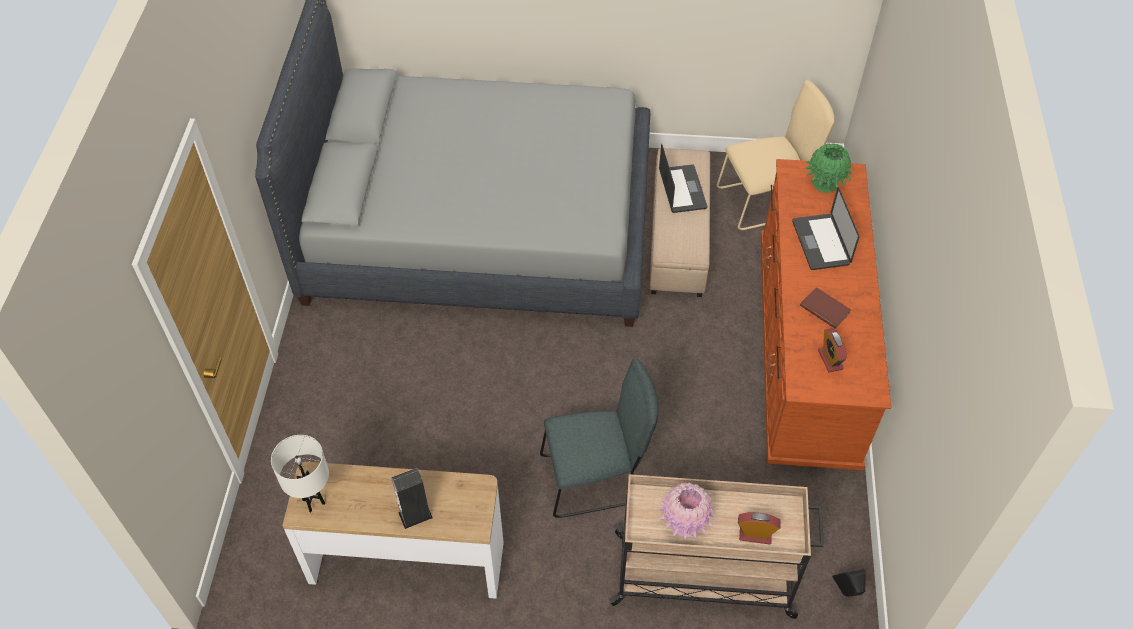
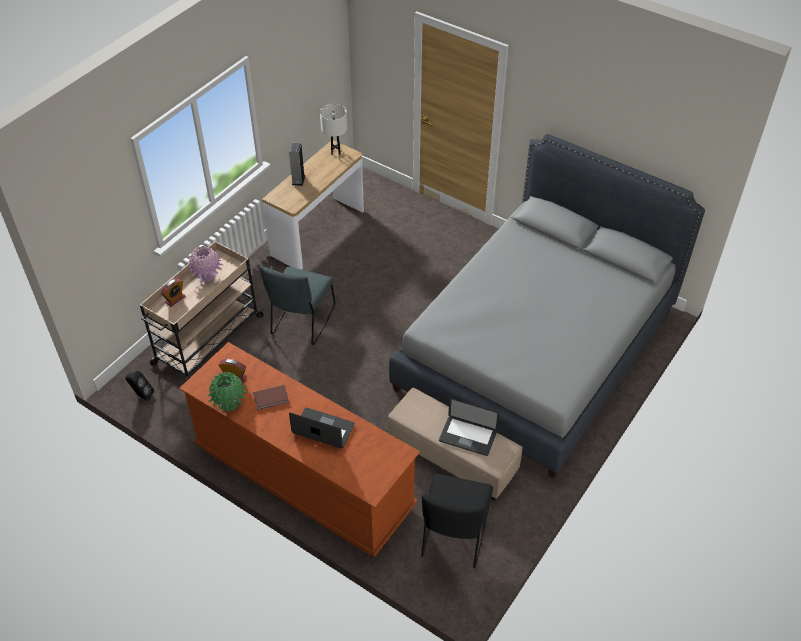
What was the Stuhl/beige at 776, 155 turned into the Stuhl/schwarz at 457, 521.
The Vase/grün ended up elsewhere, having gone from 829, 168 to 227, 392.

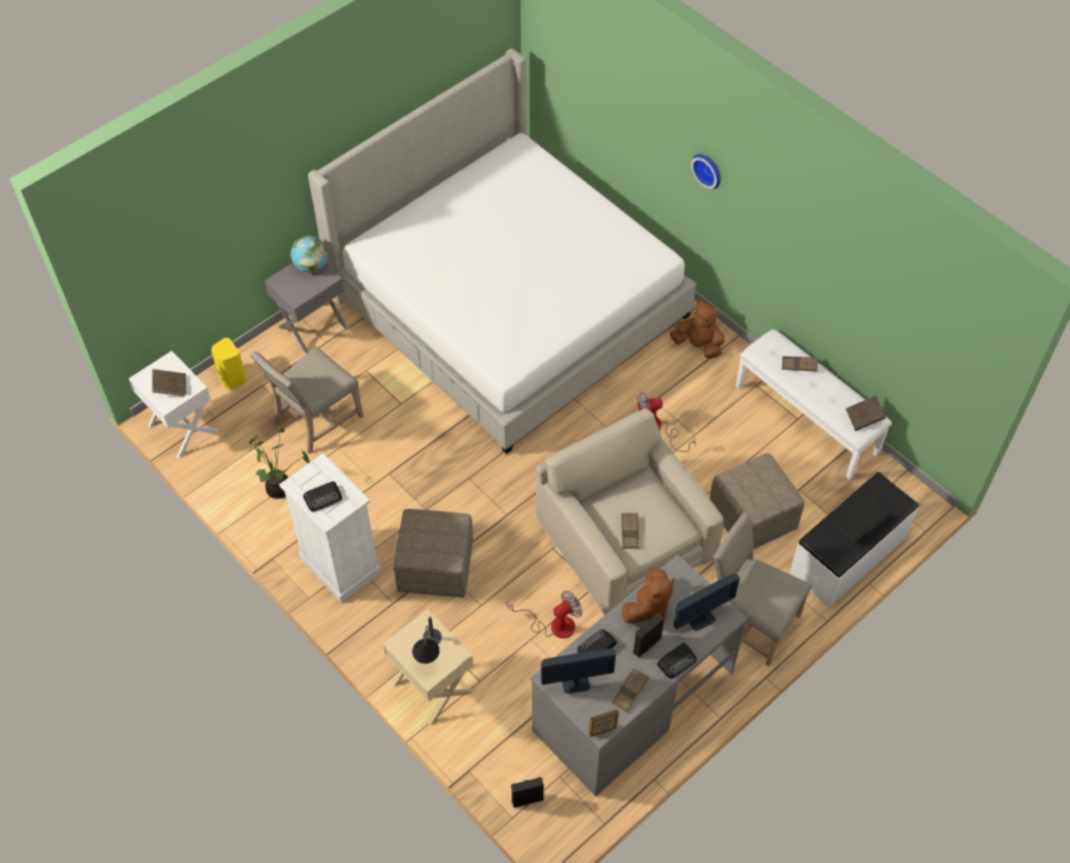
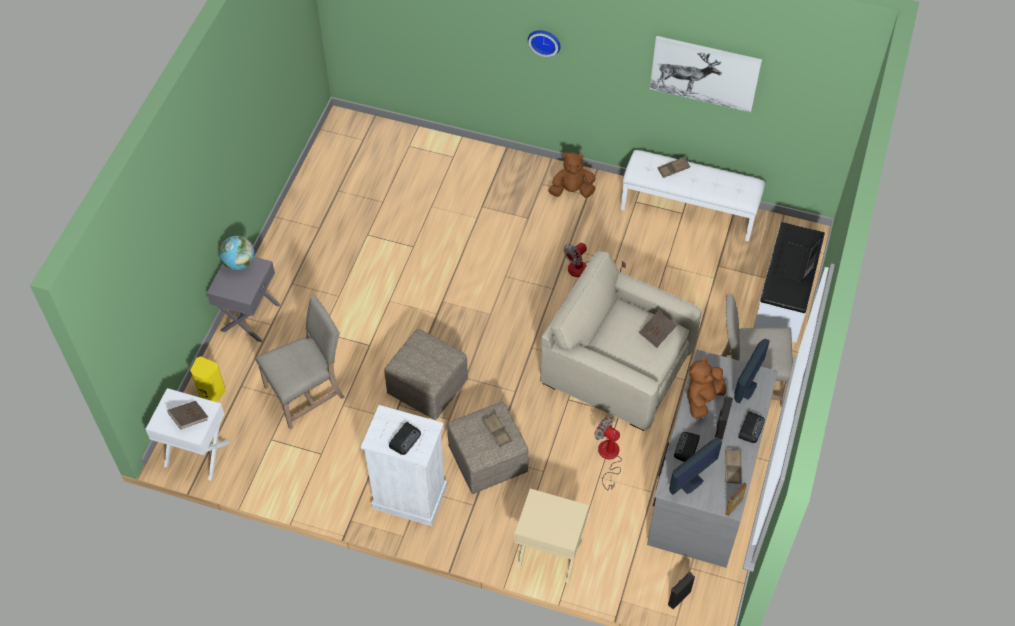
The second view lost the Topfpflanze at 279, 463.
The Stuhl/beige at 306, 400 ended up facing another way, 135 degrees counterclockwise from before.
The second view lost the Bett at 502, 251.
The second view lost the Tischlampe at 427, 640.
The Ventilator at 544, 614 ended up facing another way, 75 degrees counterclockwise from before.
The Tablett/braun ended up elsewhere, having gone from 630, 531 to 497, 430.
The Plüschtier/braun at 648, 595 ended up facing another way, 150 degrees counterclockwise from before.
The Polsterhocker/beige ended up elsewhere, having gone from 757, 501 to 426, 374.
The Buch/braun ended up elsewhere, having gone from 866, 413 to 658, 329.
The second view gained the Bild at 706, 74.

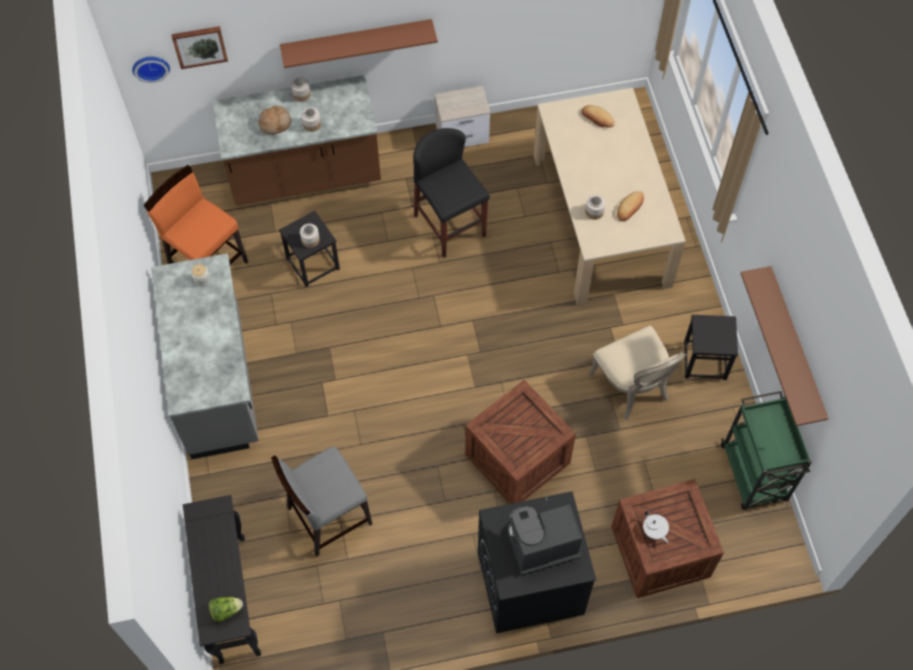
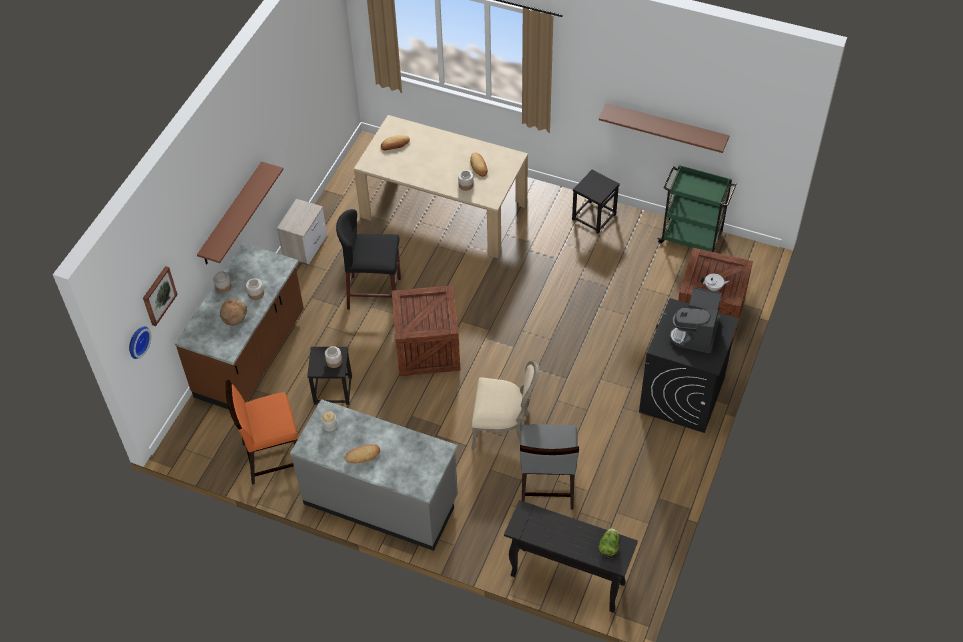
The Kiste ended up elsewhere, having gone from 520, 442 to 426, 330.
The Stuhl/beige ended up elsewhere, having gone from 637, 373 to 505, 405.
The second view gained the Brot at 362, 453.

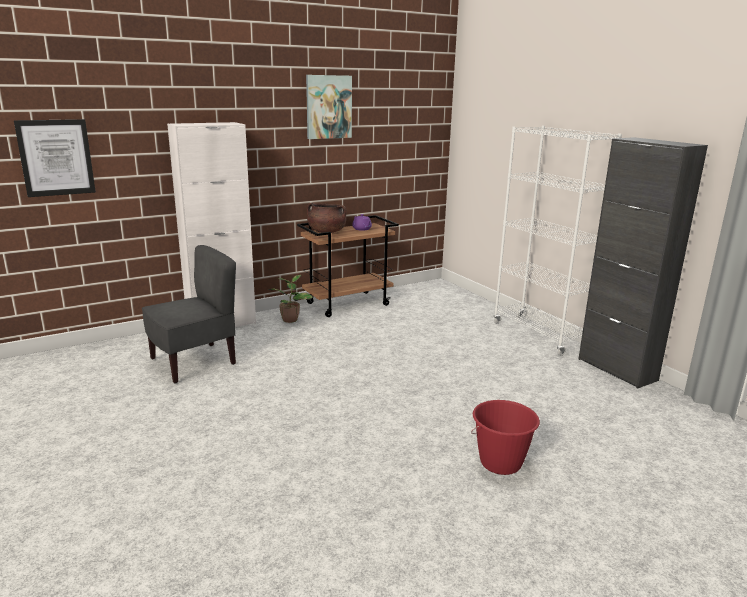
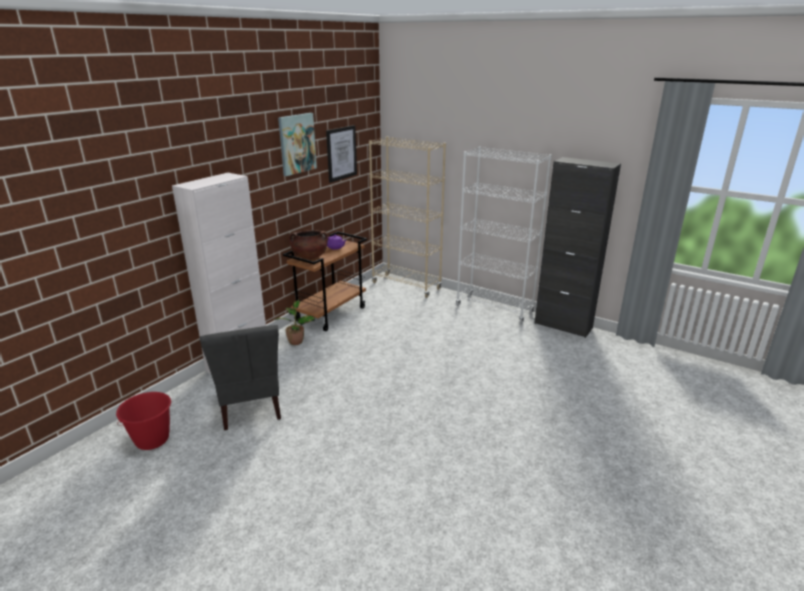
The Bild ended up elsewhere, having gone from 55, 158 to 341, 154.
The Stuhl/grau at 189, 314 ended up facing another way, 135 degrees clockwise from before.
The Eimer/rot ended up elsewhere, having gone from 505, 437 to 143, 421.
The second view gained the Bücherregal/beige at 407, 217.

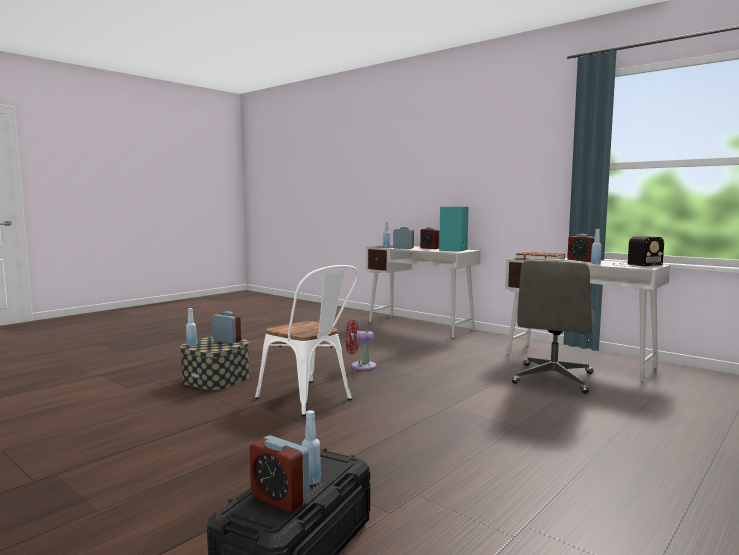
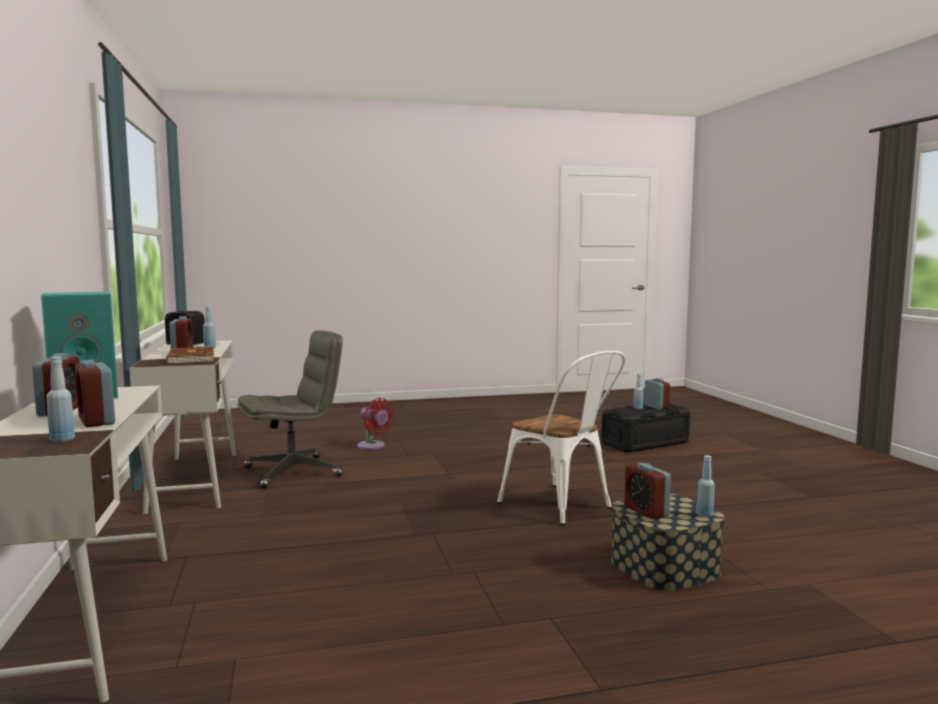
The Stuhl/weiß at 307, 340 ended up facing another way, 150 degrees clockwise from before.
The Ventilator/rot ended up elsewhere, having gone from 361, 345 to 375, 424.

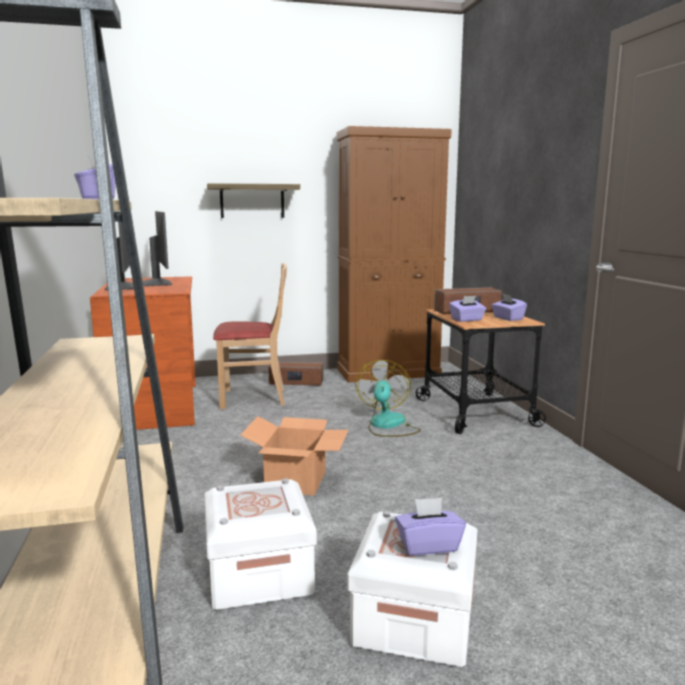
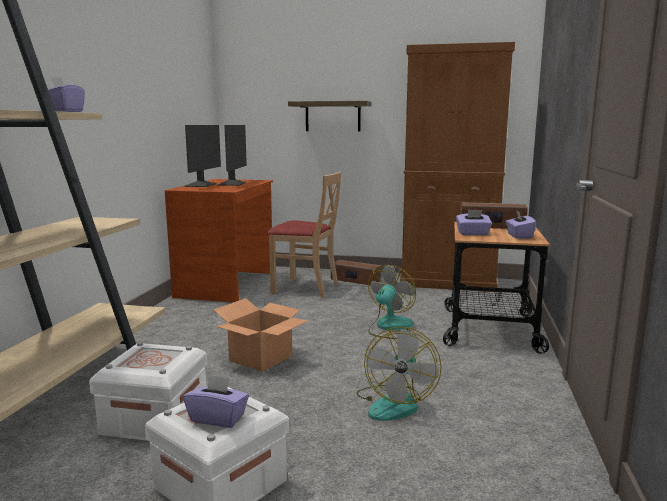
The second view gained the Ventilator at 399, 374.

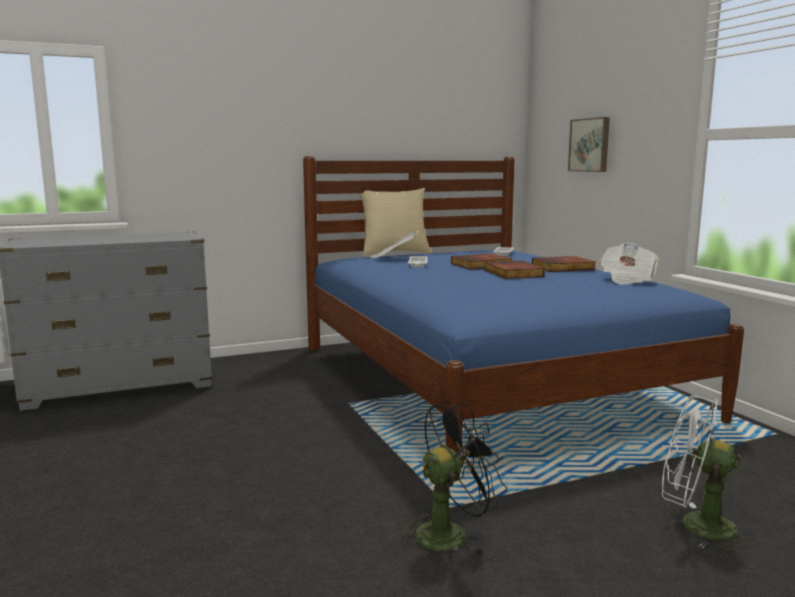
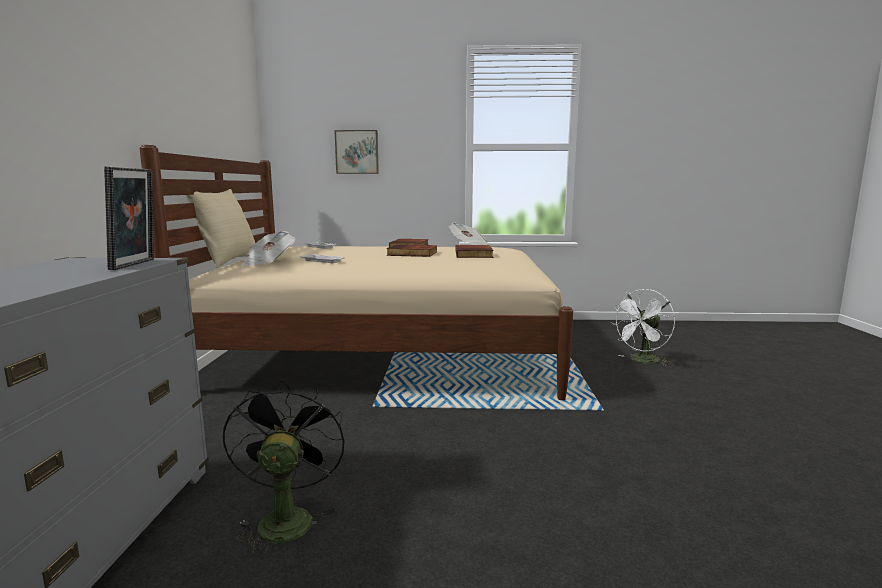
What was the Bett/blau at 523, 305 turned into the Bett/beige at 356, 272.
The Ventilator/schwarz ended up elsewhere, having gone from 452, 478 to 283, 468.
The Buch ended up elsewhere, having gone from 482, 261 to 474, 251.
The second view gained the Bilderrahmen at 129, 218.

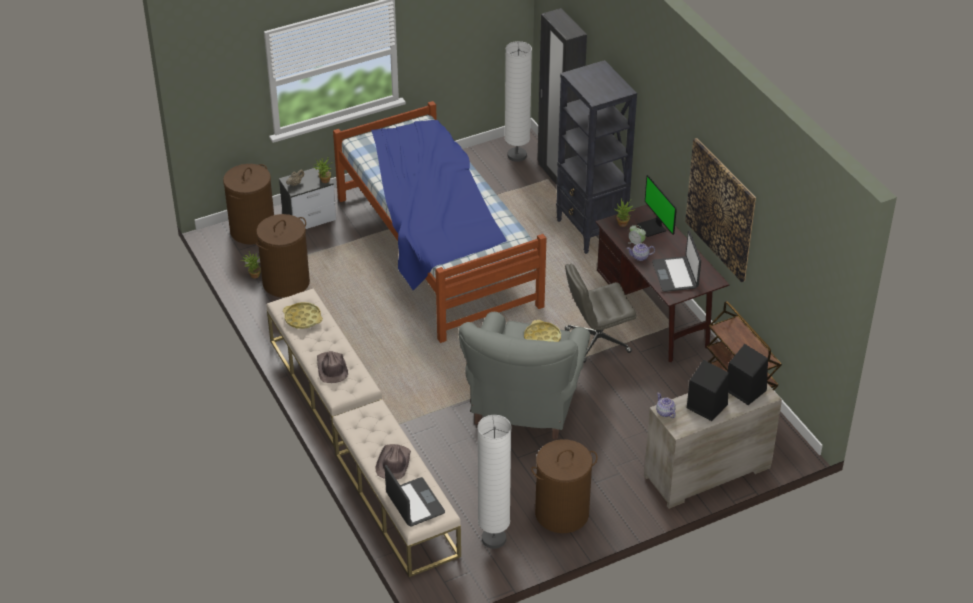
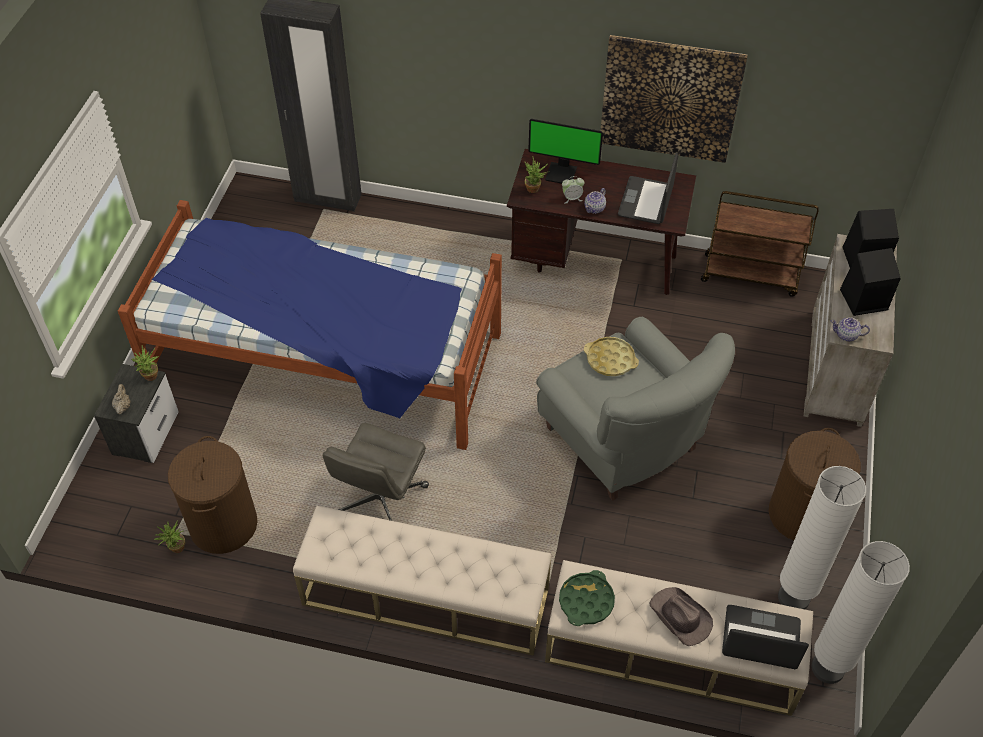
The second view lost the Wäschekorb/braun at 248, 204.
The second view lost the Tablett/gelb at 303, 315.
The second view lost the Hut/braun at 332, 367.
The Stehlampe/weiß ended up elsewhere, having gone from 518, 101 to 860, 612.
The second view lost the Bücherregal/schwarz at 596, 157.
The Bürostuhl/grau ended up elsewhere, having gone from 600, 313 to 376, 472.
The Laptop at 676, 261 ended up facing another way, 75 degrees clockwise from before.
The second view gained the Tablett/grün at 587, 598.

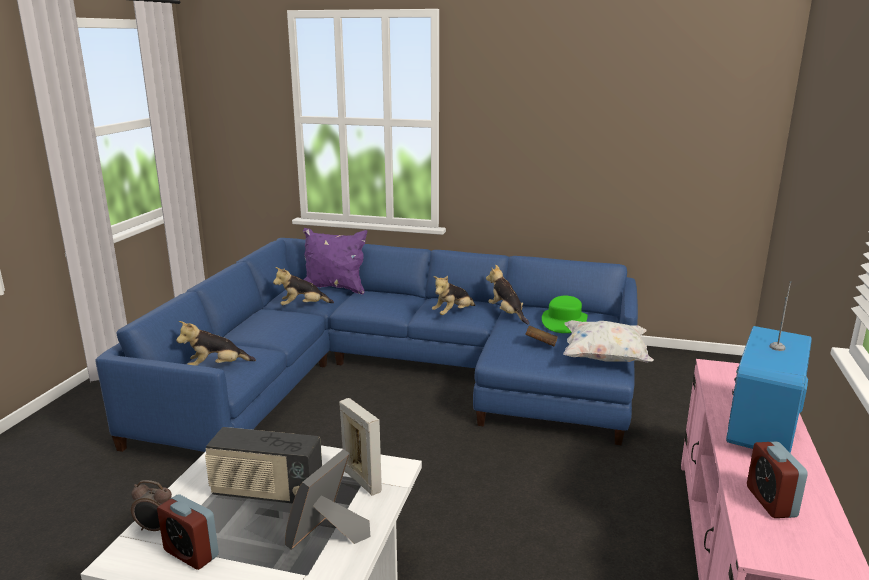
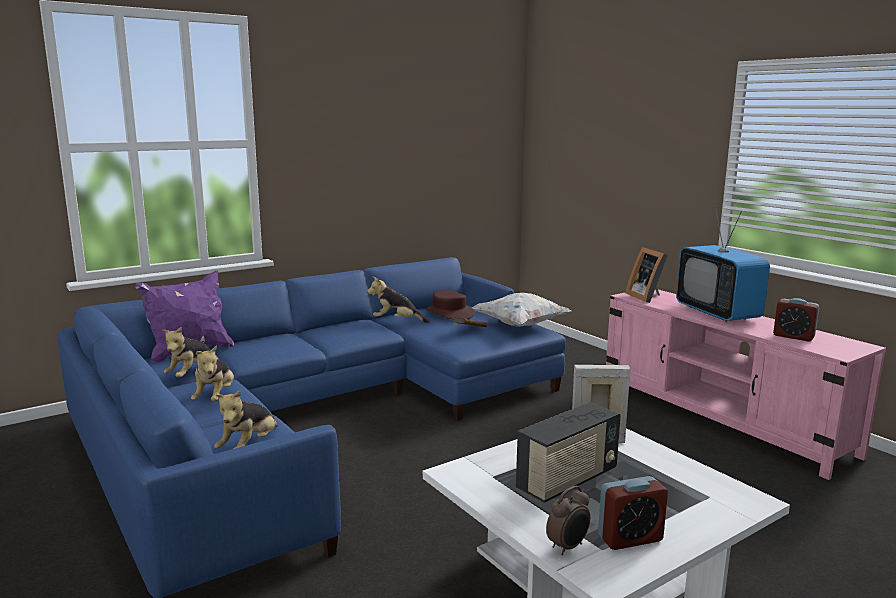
The Bilderrahmen ended up elsewhere, having gone from 327, 499 to 646, 275.
The Plüschtier ended up elsewhere, having gone from 453, 295 to 212, 373.
What was the Hut/grün at 565, 314 turned into the Hut/braun at 450, 305.

